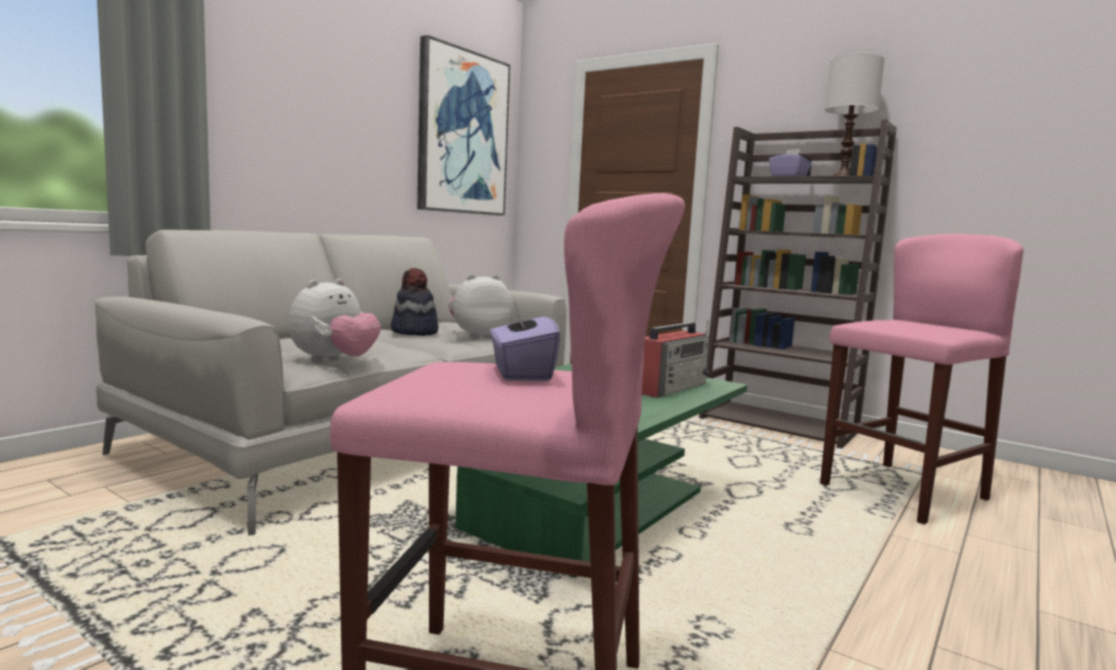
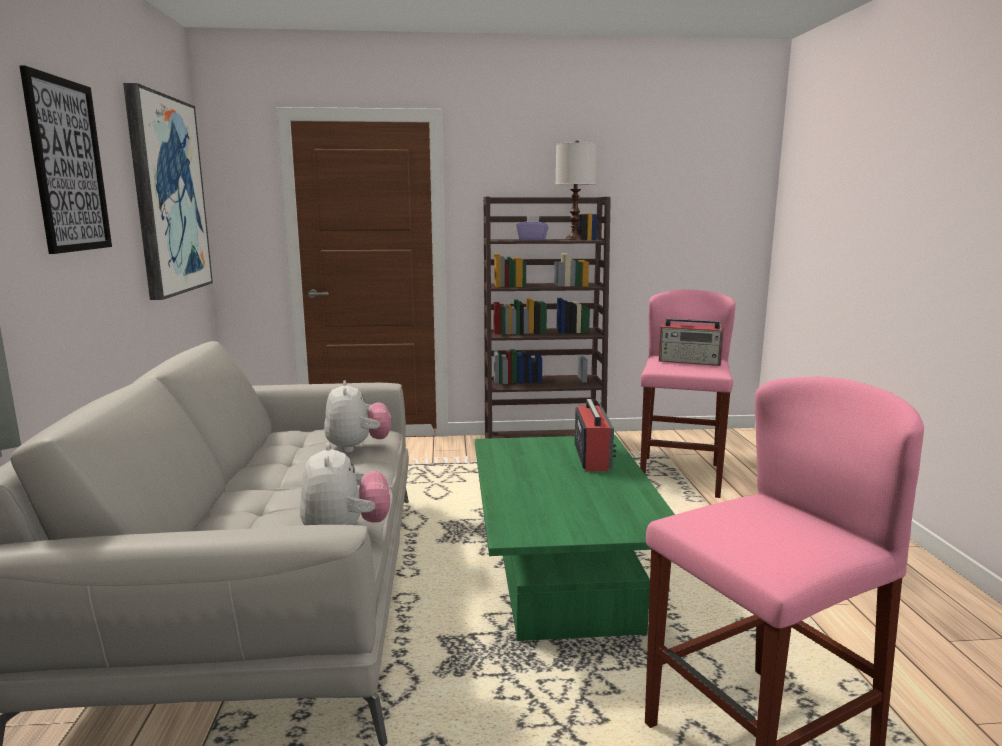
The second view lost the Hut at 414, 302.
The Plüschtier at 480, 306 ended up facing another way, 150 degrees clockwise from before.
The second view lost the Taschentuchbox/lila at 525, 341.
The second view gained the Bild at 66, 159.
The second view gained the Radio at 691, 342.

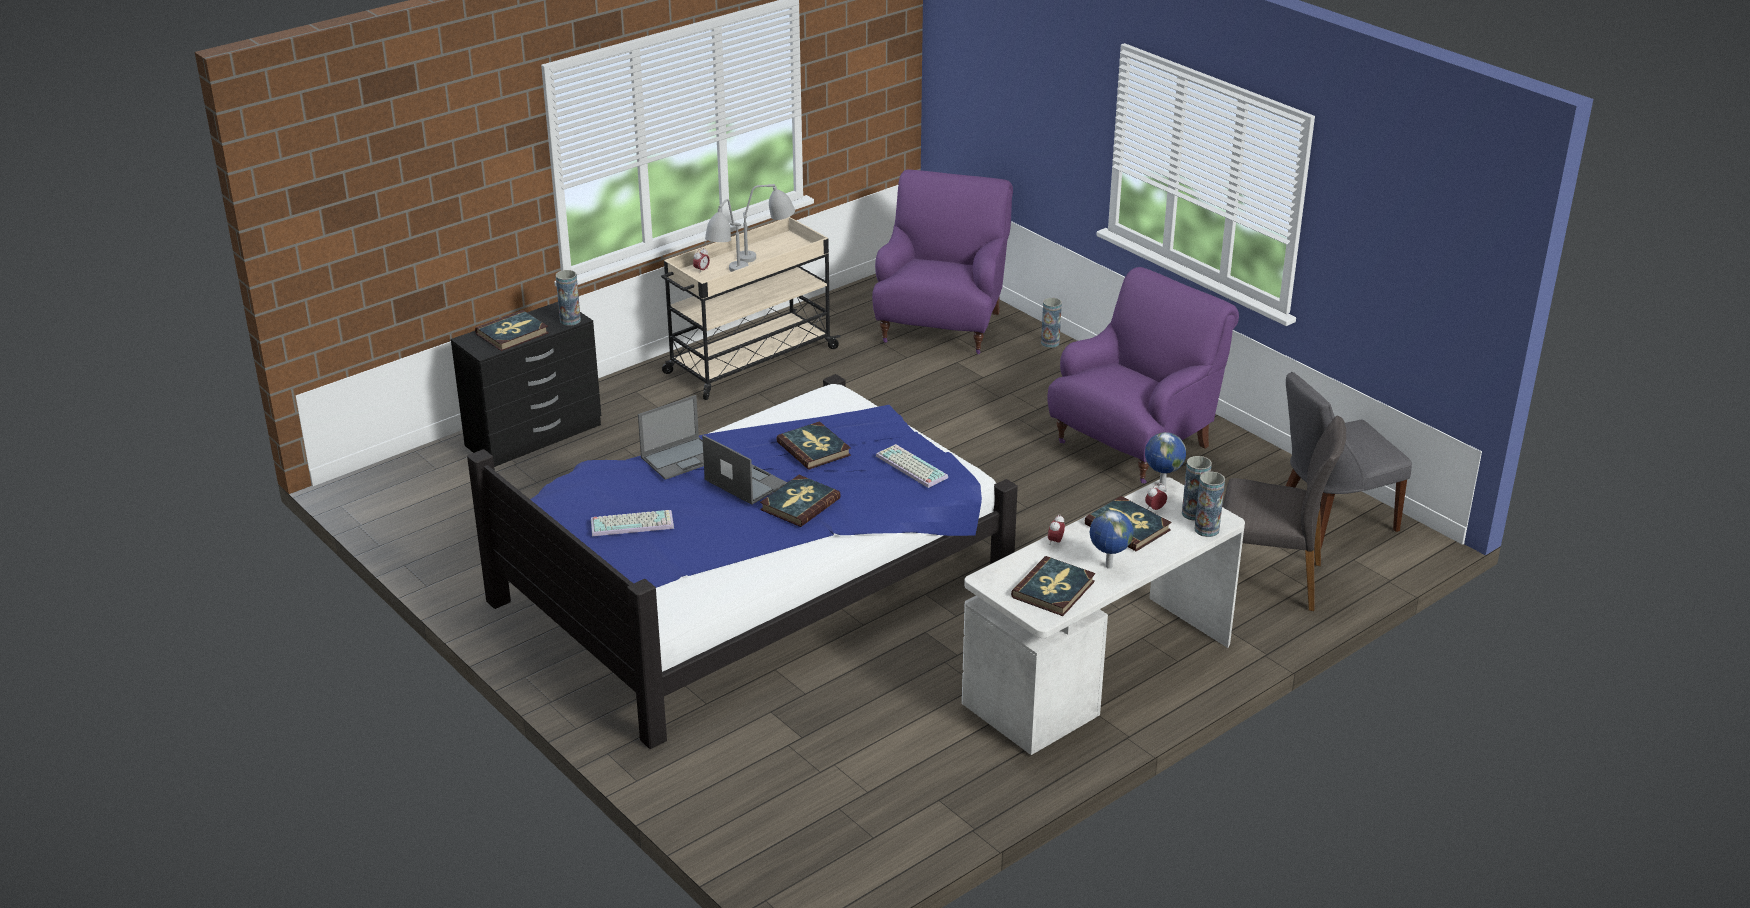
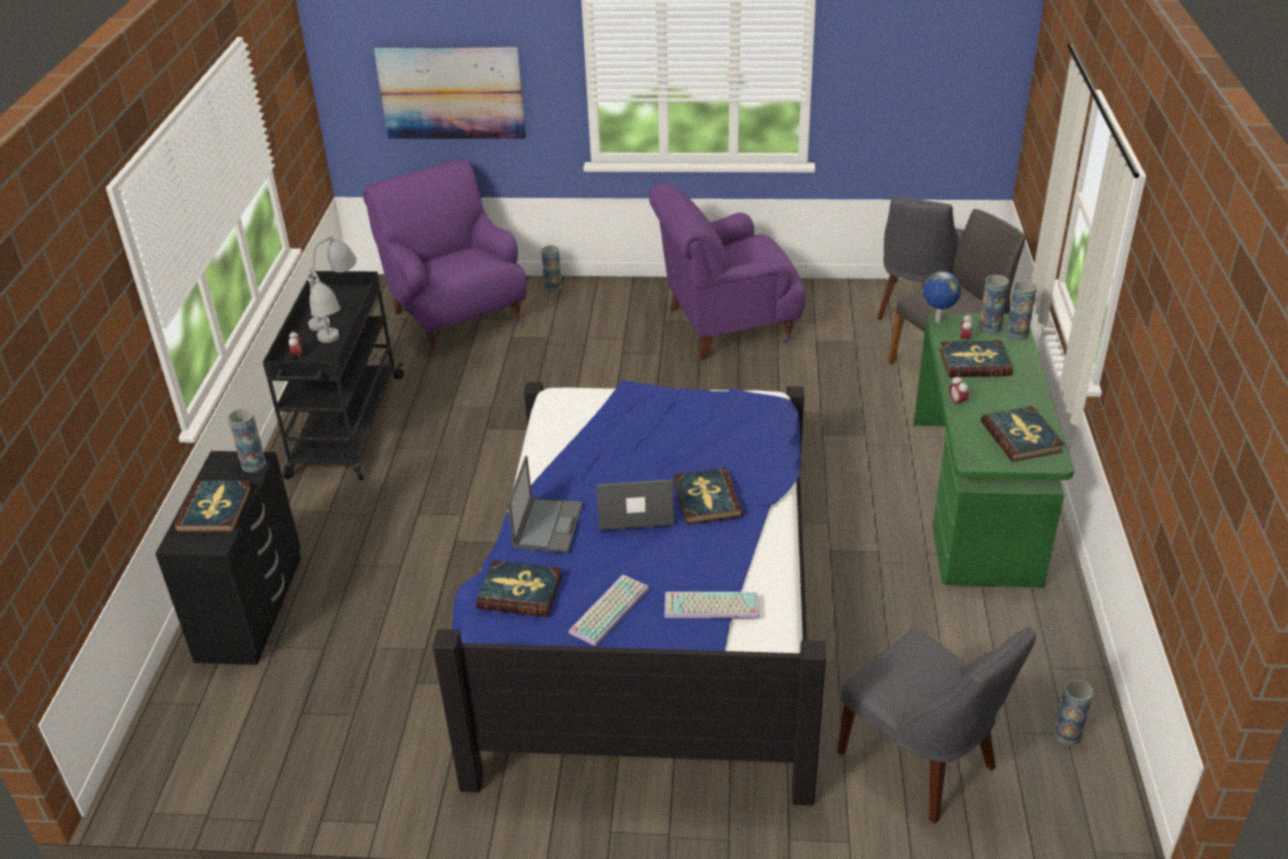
What was the Rollwagen/beige at 751, 308 turned into the Rollwagen/schwarz at 333, 376.
The Buch ended up elsewhere, having gone from 813, 445 to 519, 588.
The Tastatur ended up elsewhere, having gone from 912, 466 to 711, 605.
What was the Schreibtisch/weiß at 1103, 616 turned into the Schreibtisch/grün at 993, 450.
The Sessel/lila at 1143, 375 ended up facing another way, 105 degrees counterclockwise from before.
The second view lost the Globus at 1112, 539.
The second view gained the Bild at 450, 93.
The second view gained the Stuhl/grau at 936, 725.
The second view gained the Vase at 1073, 712.

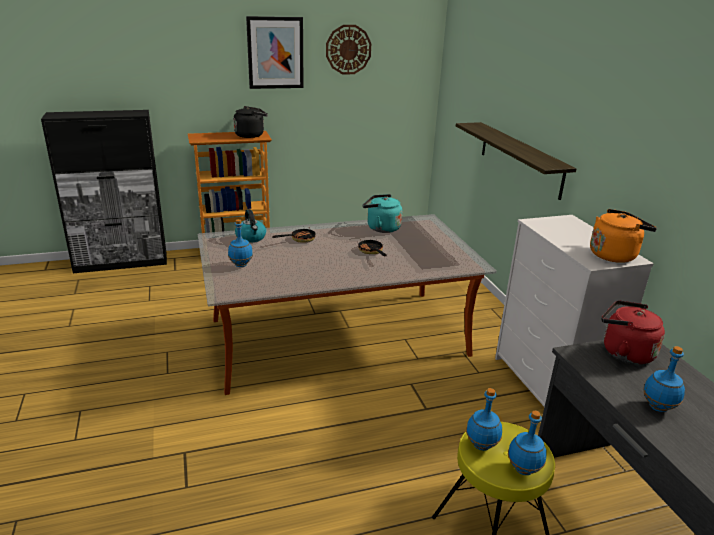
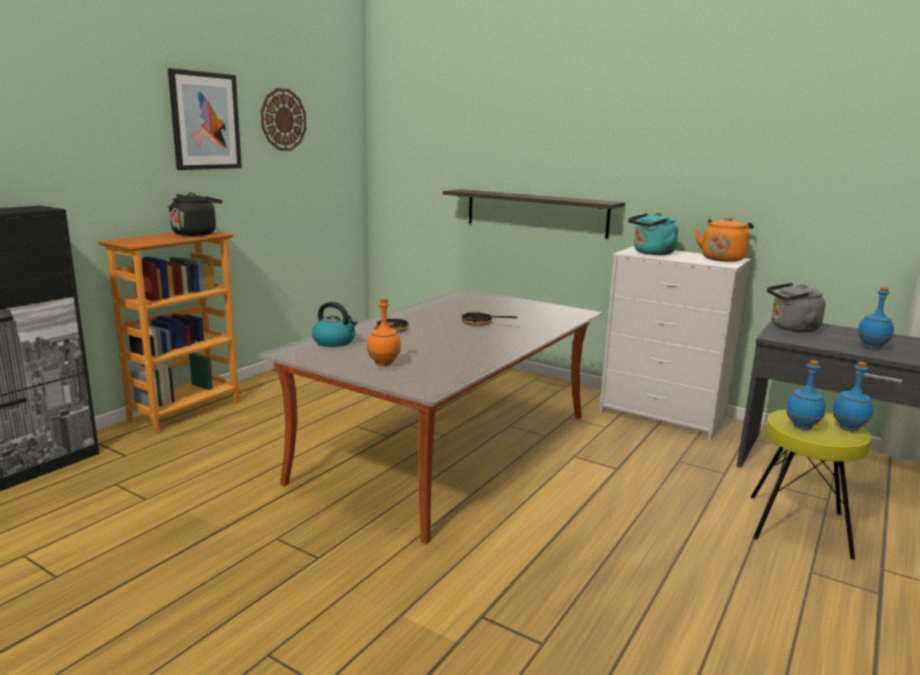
What was the Flasche/blau at 240, 243 turned into the Flasche/orange at 384, 332.
The Wasserkessel/türkis ended up elsewhere, having gone from 382, 213 to 653, 234.
What was the Wasserkessel/rot at 633, 332 turned into the Wasserkessel/grau at 796, 307.

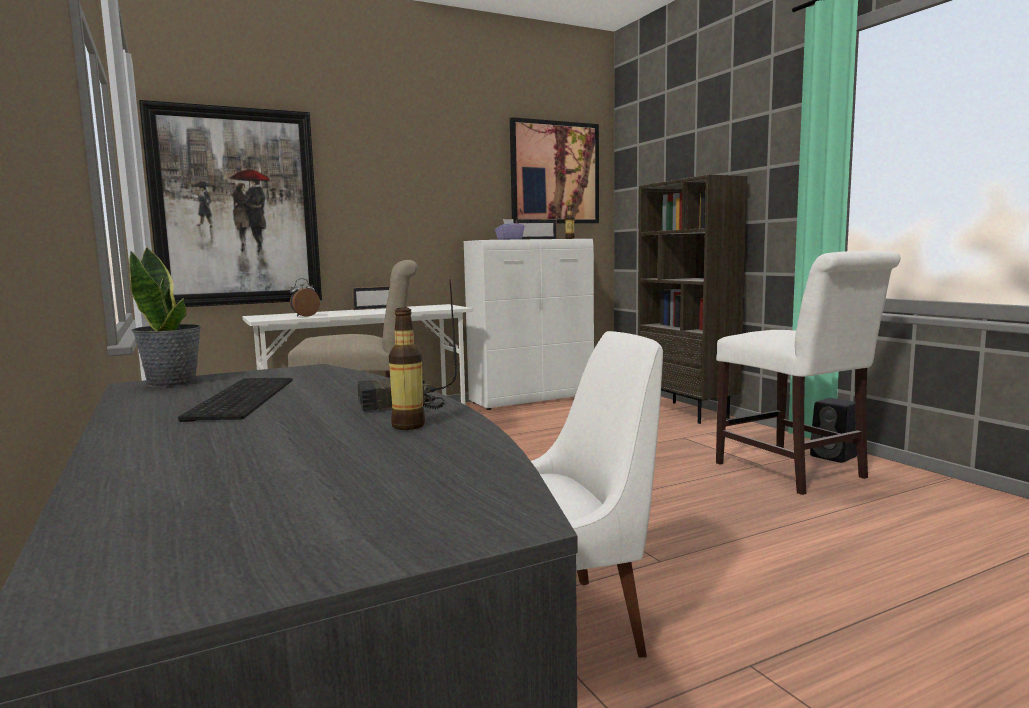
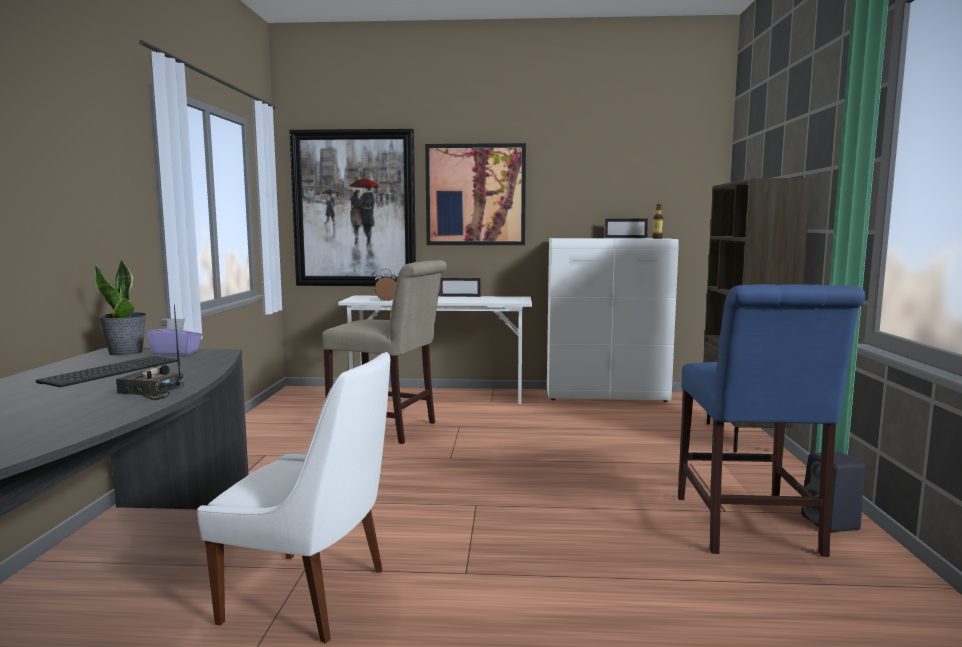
The second view lost the Flasche at 407, 369.
The Taschentuchbox/lila ended up elsewhere, having gone from 510, 229 to 174, 336.
The Bild ended up elsewhere, having gone from 554, 170 to 475, 194.
What was the Stuhl/weiß at 808, 373 turned into the Stuhl/blau at 771, 420.

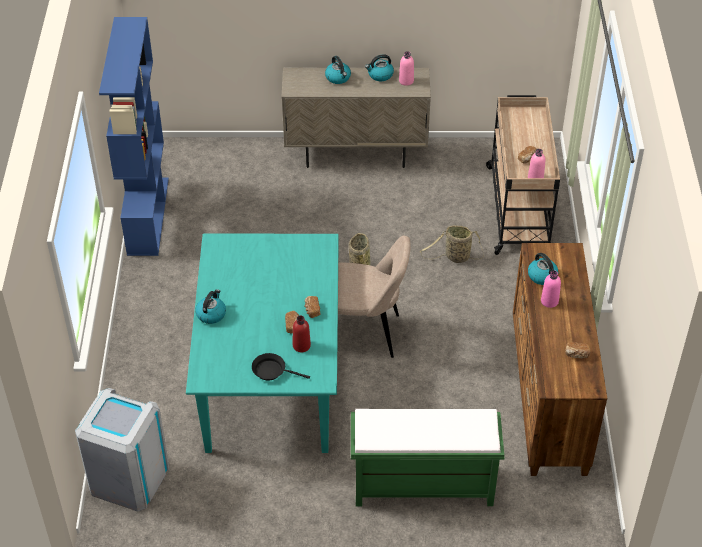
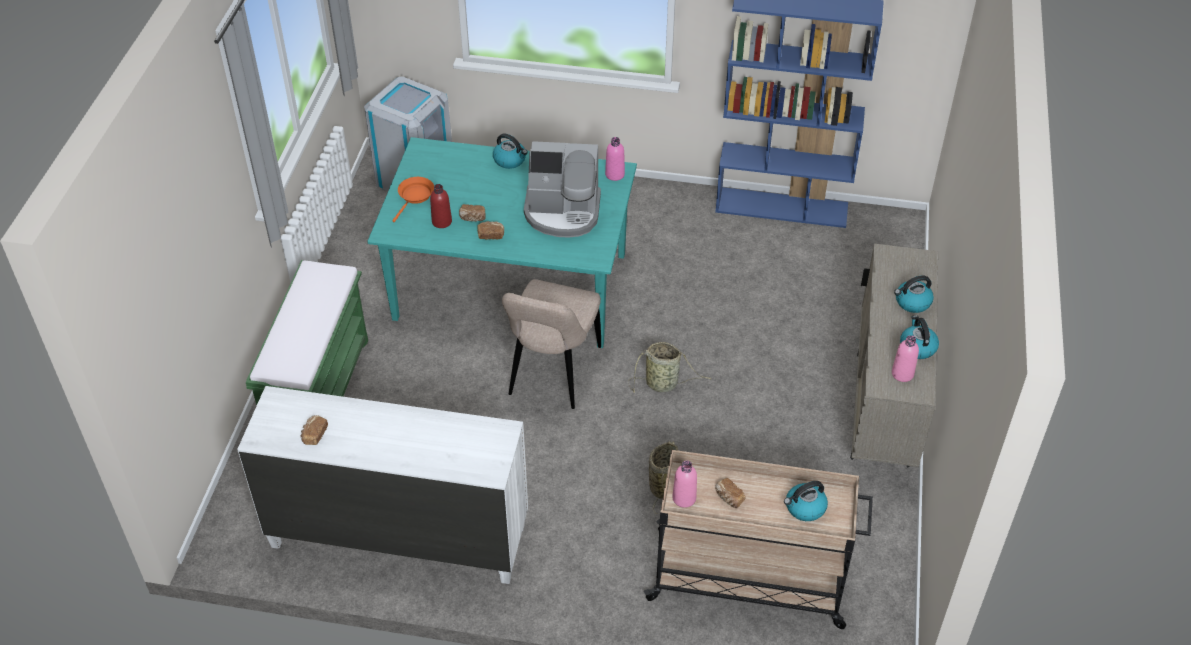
What was the Pfanne/schwarz at 281, 366 turned into the Pfanne/orange at 413, 199.
What was the Kommode/braun at 560, 359 turned into the Kommode/weiß at 382, 485.
The Wasserkessel ended up elsewhere, having gone from 543, 269 to 806, 501.
The Flasche/rosa ended up elsewhere, having gone from 551, 289 to 615, 159.
The second view gained the Kaffeemaschine at 562, 189.

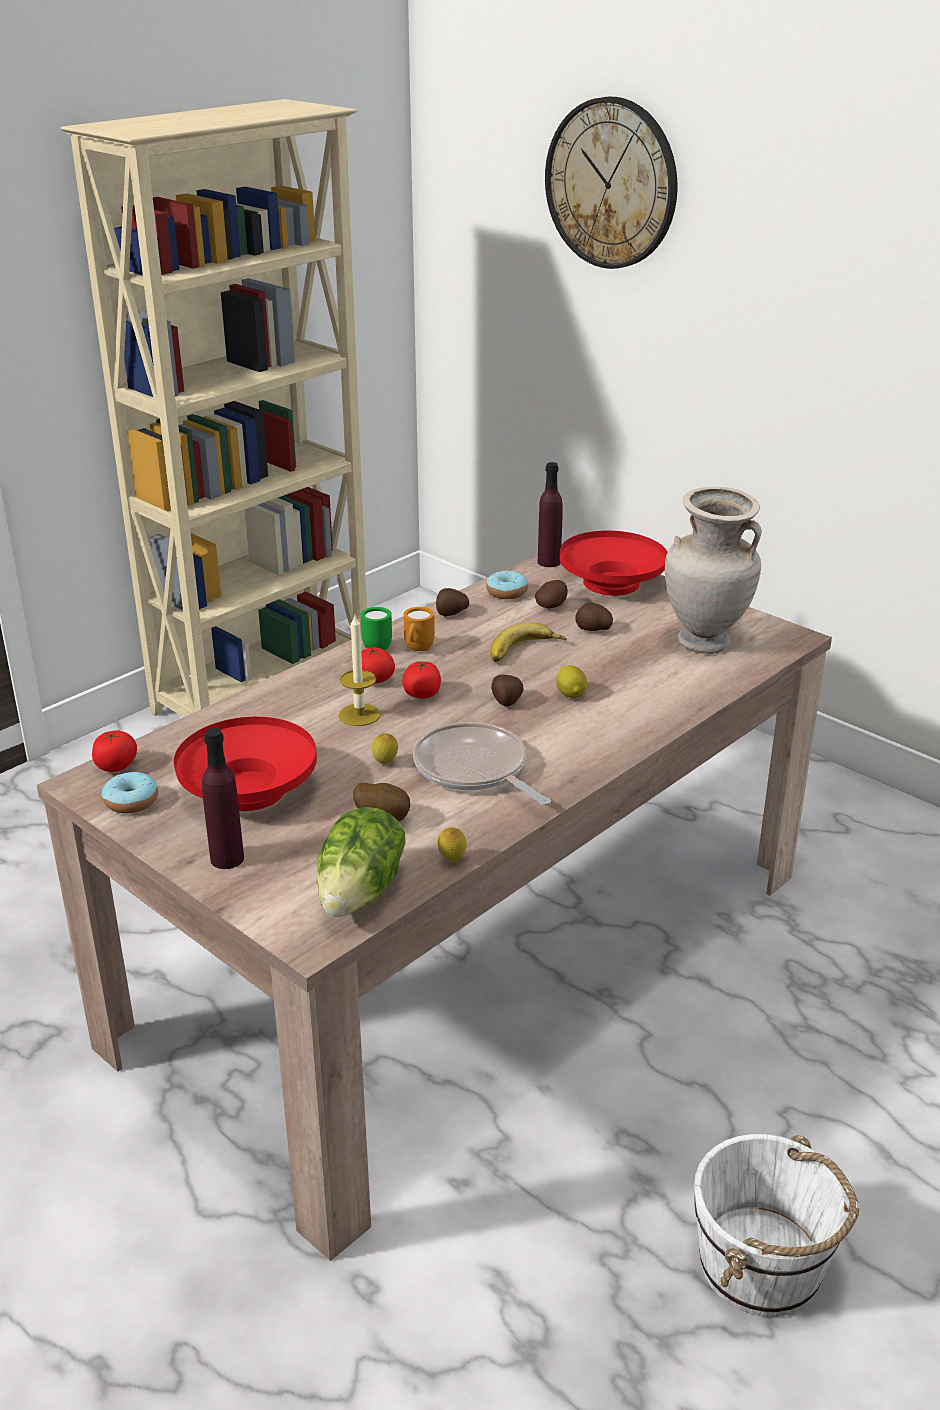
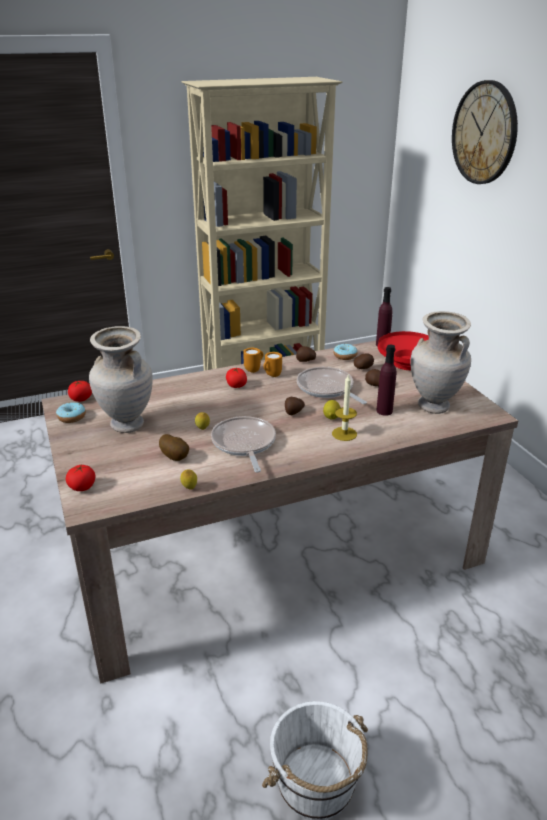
Where the Schüssel/rot stood at 245, 764, the Vase/beige came to stand at 121, 379.
The Flasche/lila ended up elsewhere, having gone from 223, 798 to 386, 380.
The second view lost the Salatkopf at 361, 861.
The Kerze ended up elsewhere, having gone from 360, 670 to 344, 407.
What was the Henkelbecher/grün at 376, 628 turned into the Henkelbecher/orange at 253, 360.
The Tomate ended up elsewhere, having gone from 421, 680 to 81, 478.
Where the Banane stood at 528, 642, the Pfanne came to stand at 332, 385.

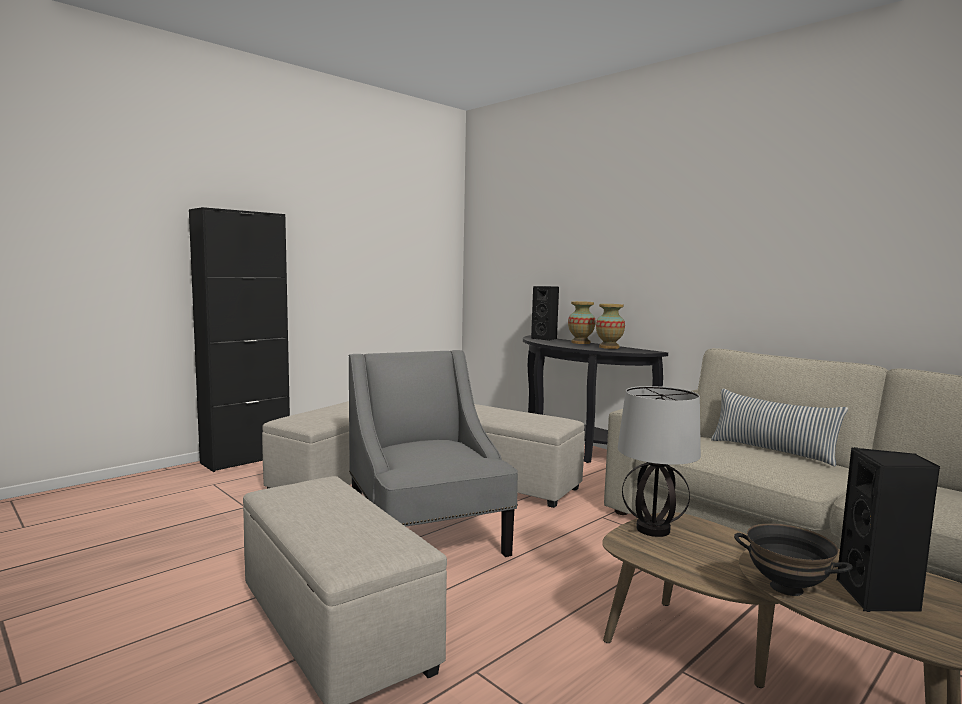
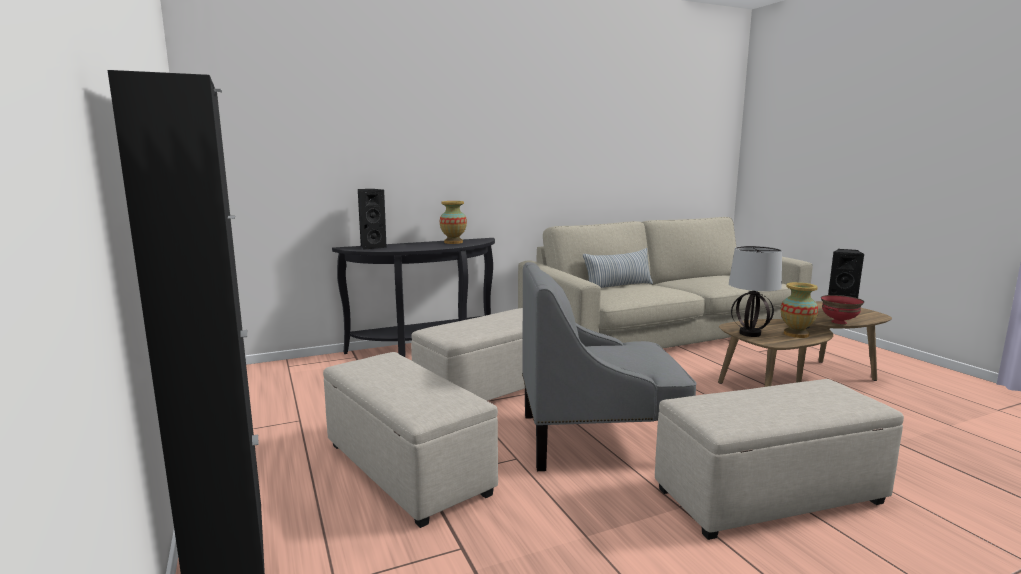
The Vase ended up elsewhere, having gone from 582, 322 to 799, 310.
What was the Schüssel/schwarz at 793, 559 turned into the Schüssel/rot at 842, 309.

